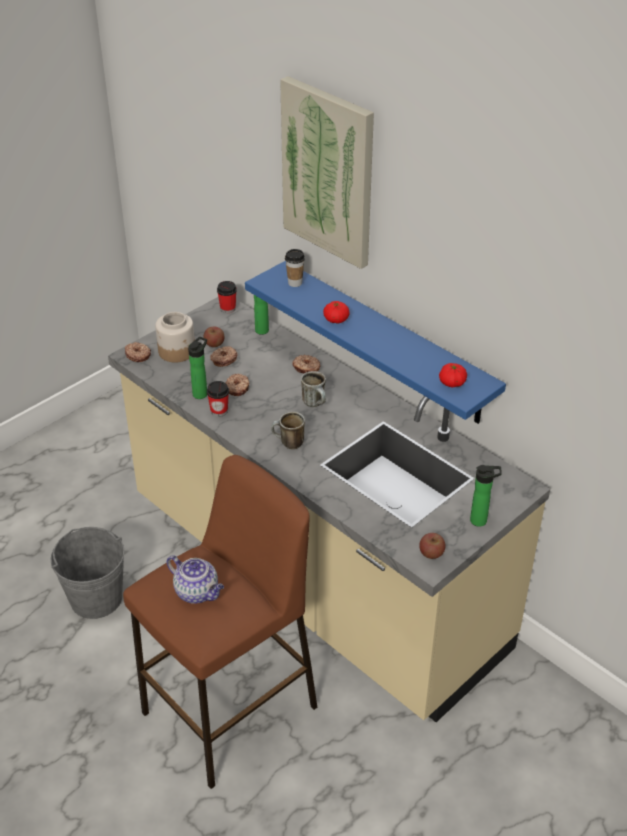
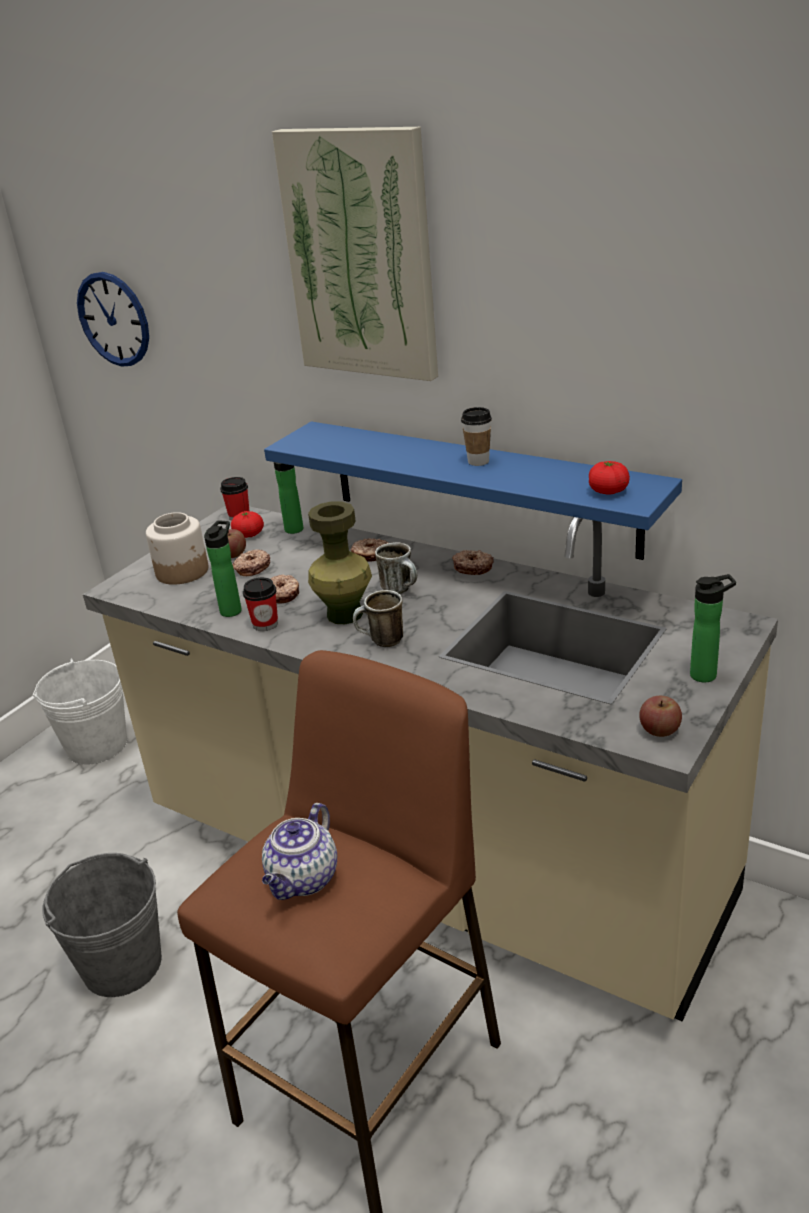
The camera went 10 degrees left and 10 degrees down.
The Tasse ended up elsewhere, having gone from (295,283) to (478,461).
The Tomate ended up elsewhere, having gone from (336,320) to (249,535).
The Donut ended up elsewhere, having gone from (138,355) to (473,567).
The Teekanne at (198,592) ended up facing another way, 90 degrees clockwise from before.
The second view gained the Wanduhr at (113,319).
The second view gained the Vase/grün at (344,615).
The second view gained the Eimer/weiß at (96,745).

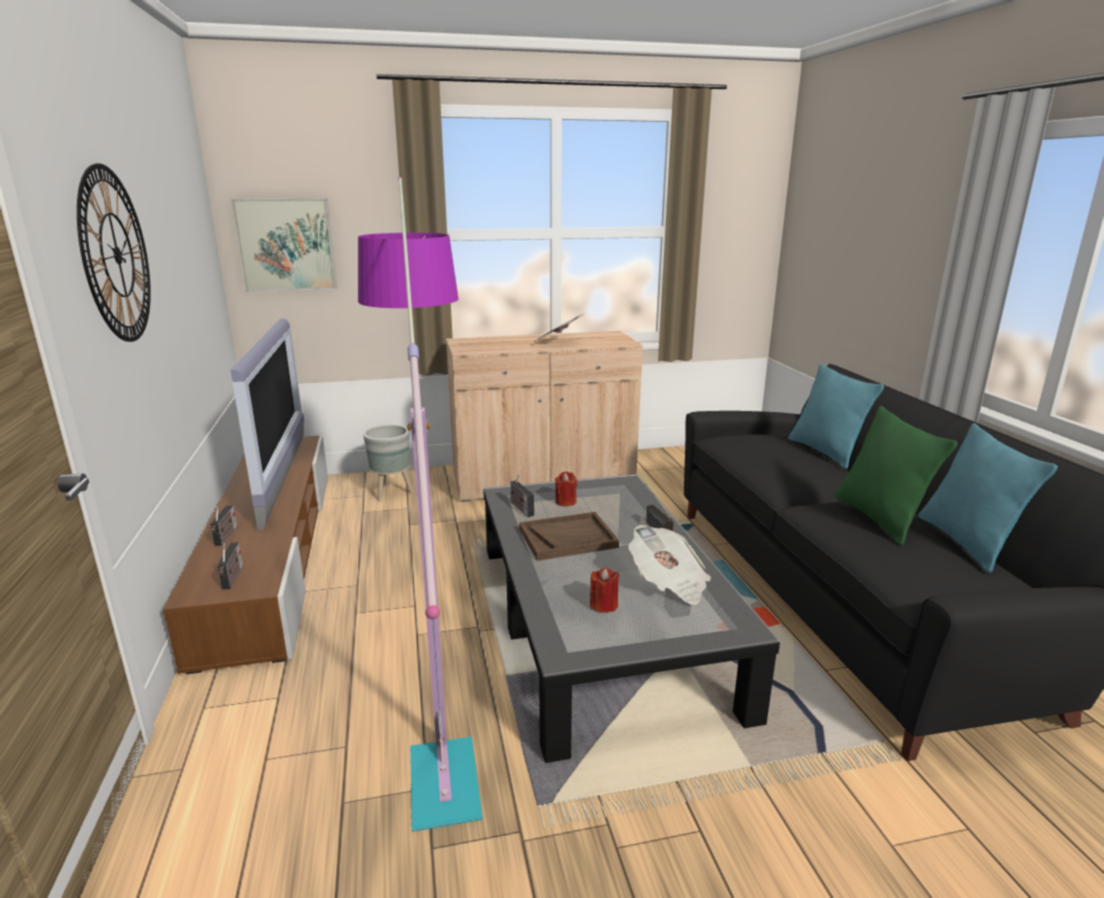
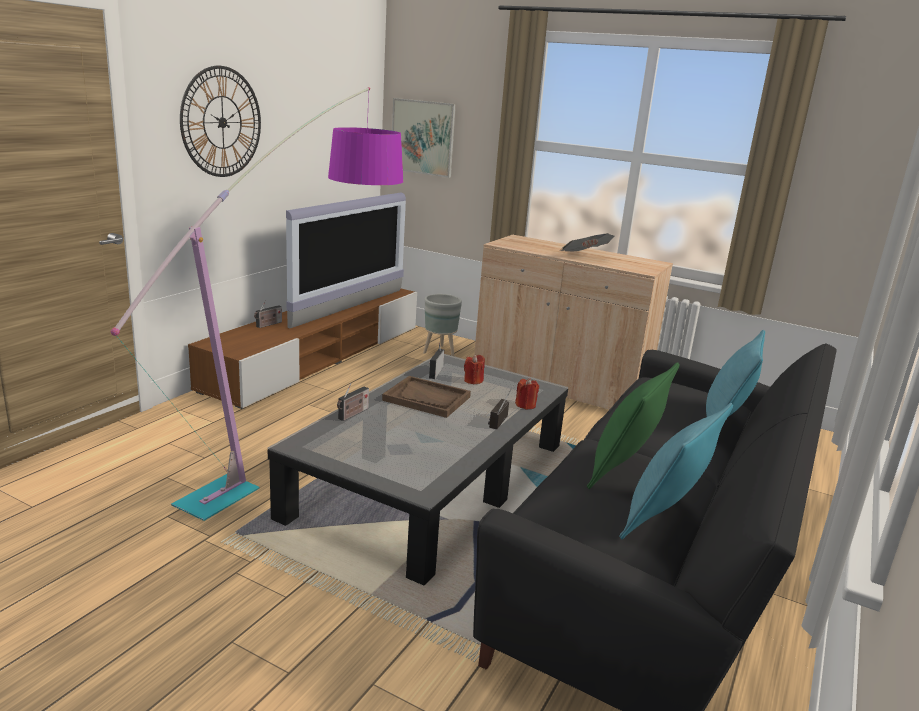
The camera went 40 degrees right and 0 degrees up.
The second view lost the Zeitung at (669,583).
The Radio ended up elsewhere, having gone from (233,578) to (352,414).
The Kerze/rot ended up elsewhere, having gone from (603,605) to (525,405).

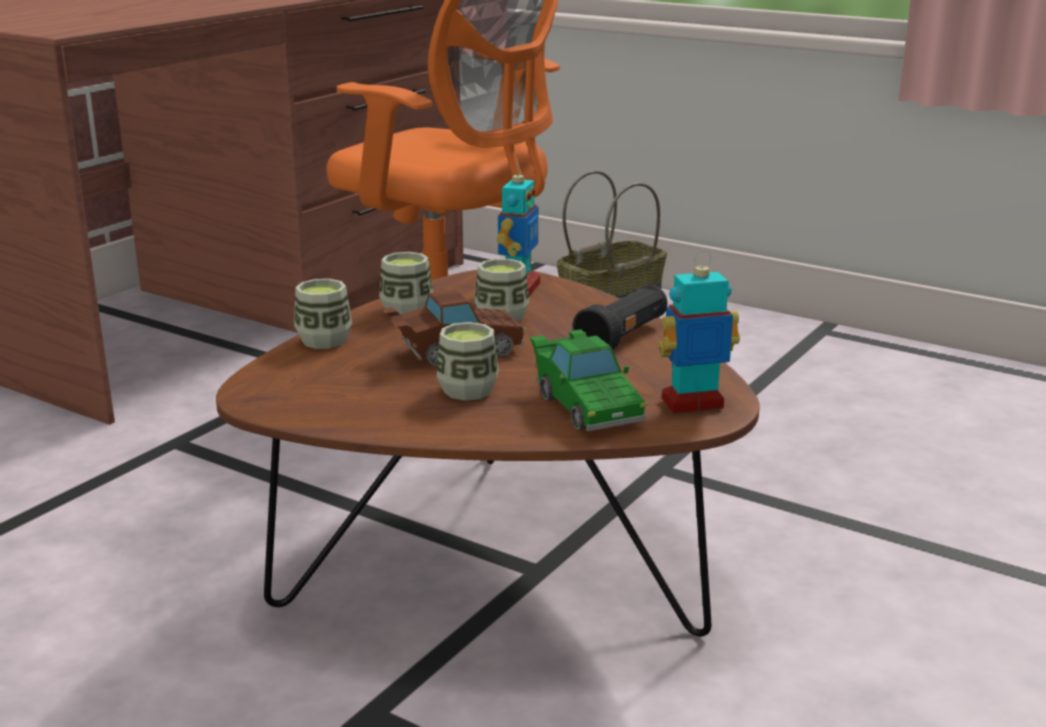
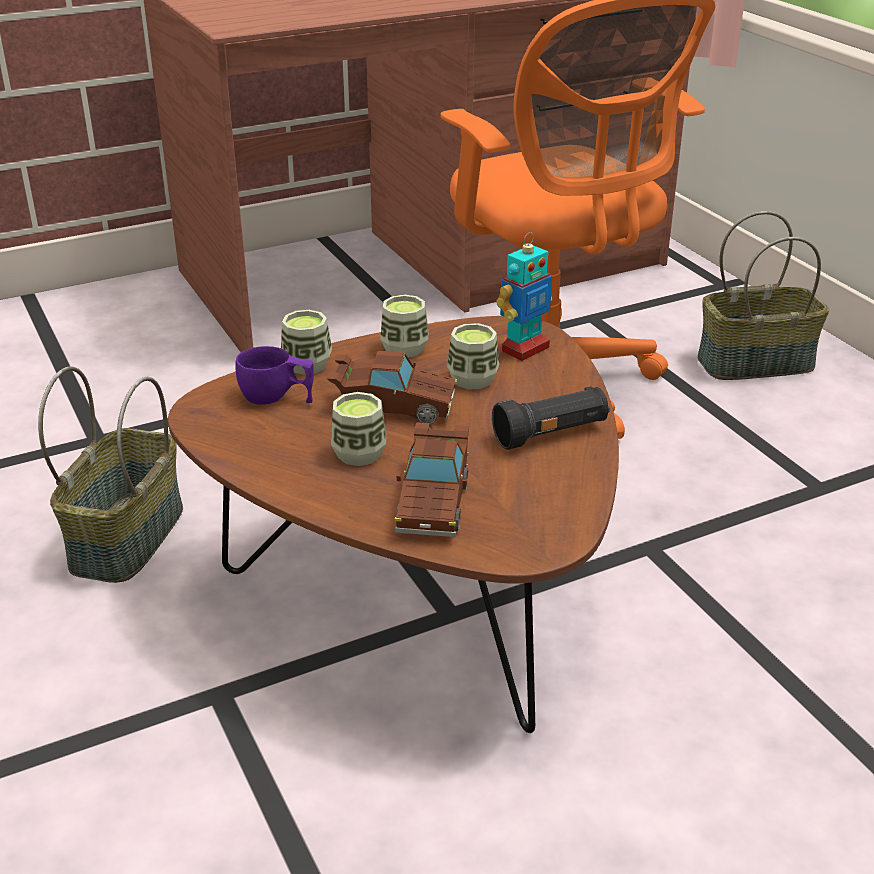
The camera went 30 degrees right and 10 degrees up.
The second view lost the Spielzeugroboter at (693,404).
What was the Spielzeugauto/grün at (584,405) turned into the Spielzeugauto/braun at (434,500).
The second view gained the Tasse/lila at (277,398).
The second view gained the Korb at (126,536).

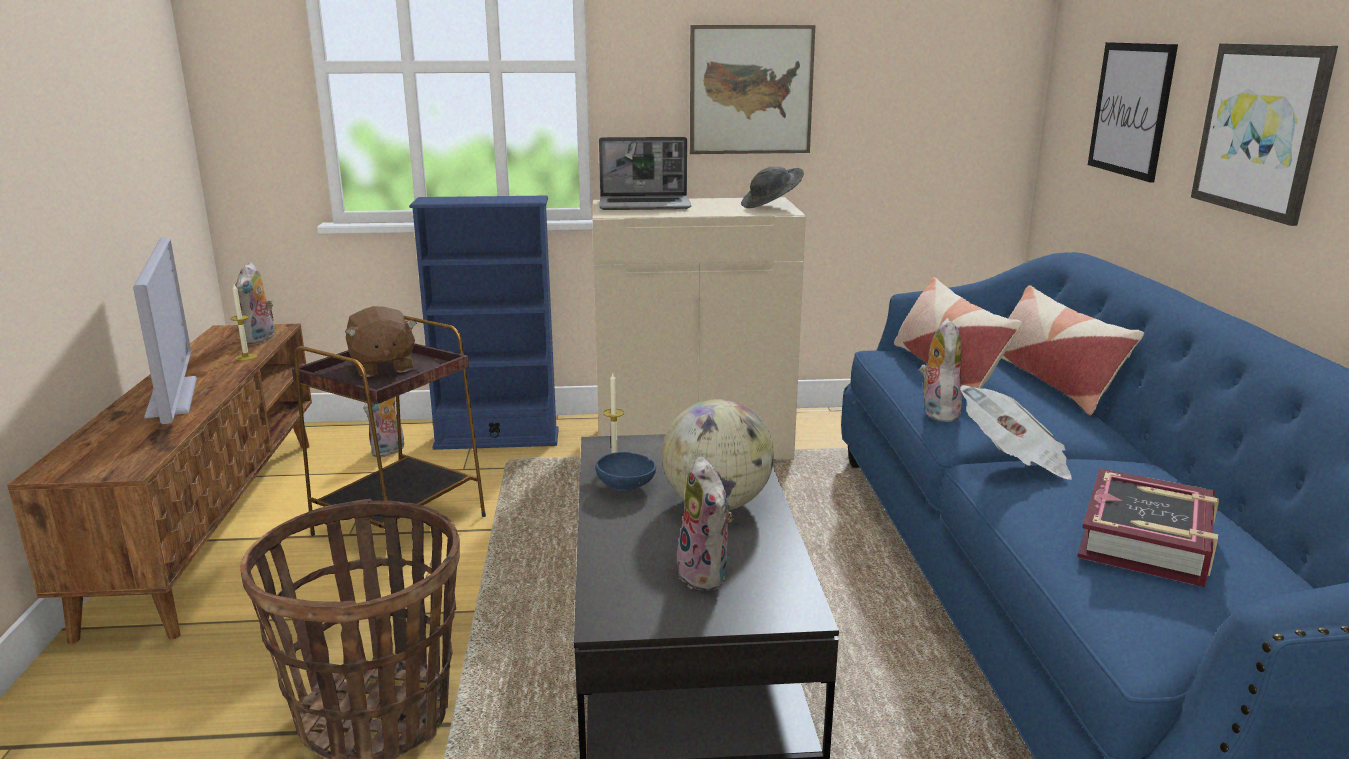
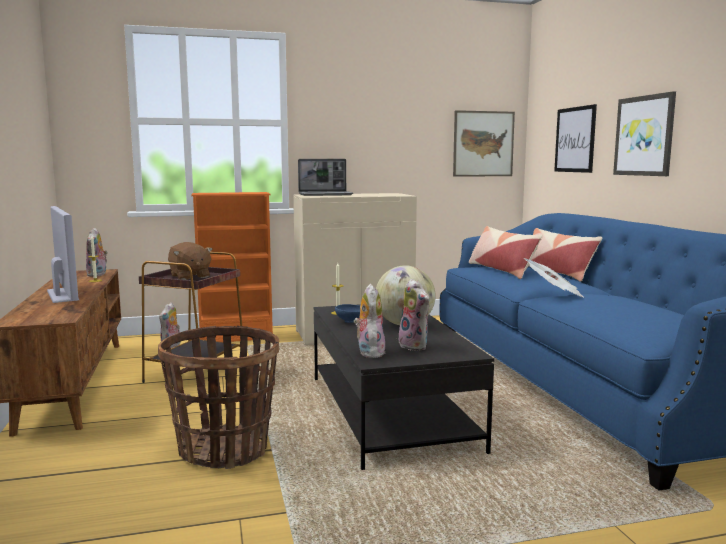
The camera went 10 degrees left and 10 degrees down.
The Bild ended up elsewhere, having gone from (751,90) to (483,144).
The second view lost the Hut/grau at (771,205).
What was the Bücherregal/blau at (497,439) turned into the Bücherregal/orange at (236,337).
The Plüschtier ended up elsewhere, having gone from (937,412) to (369,352).
The second view lost the Buch at (1146,540).

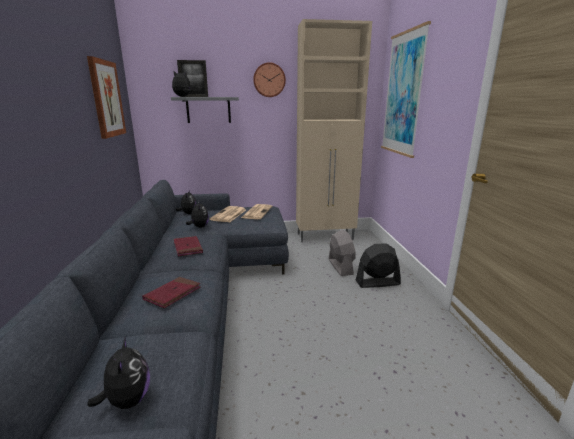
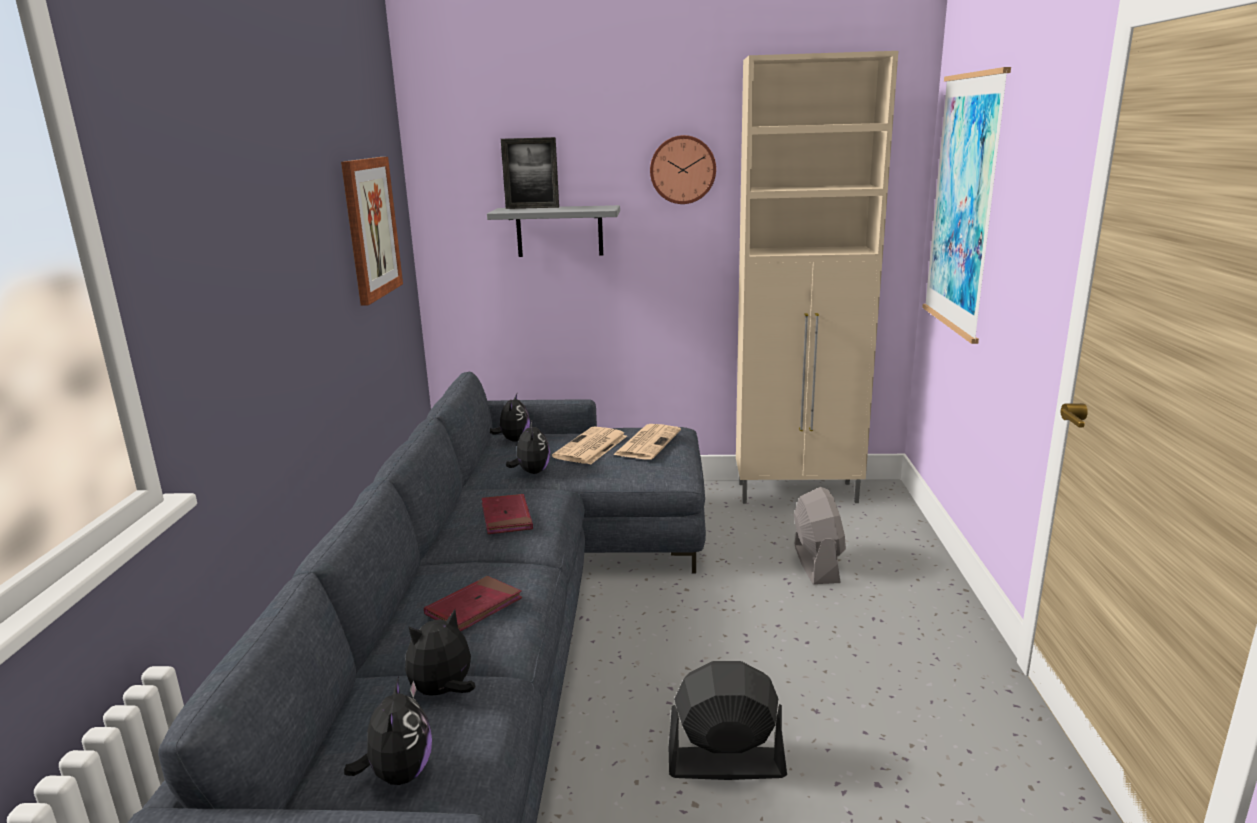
The camera went 10 degrees right and 0 degrees up.
The Plüschtier ended up elsewhere, having gone from (183,96) to (443,692).
The Ventilator/schwarz ended up elsewhere, having gone from (377,282) to (725,763).

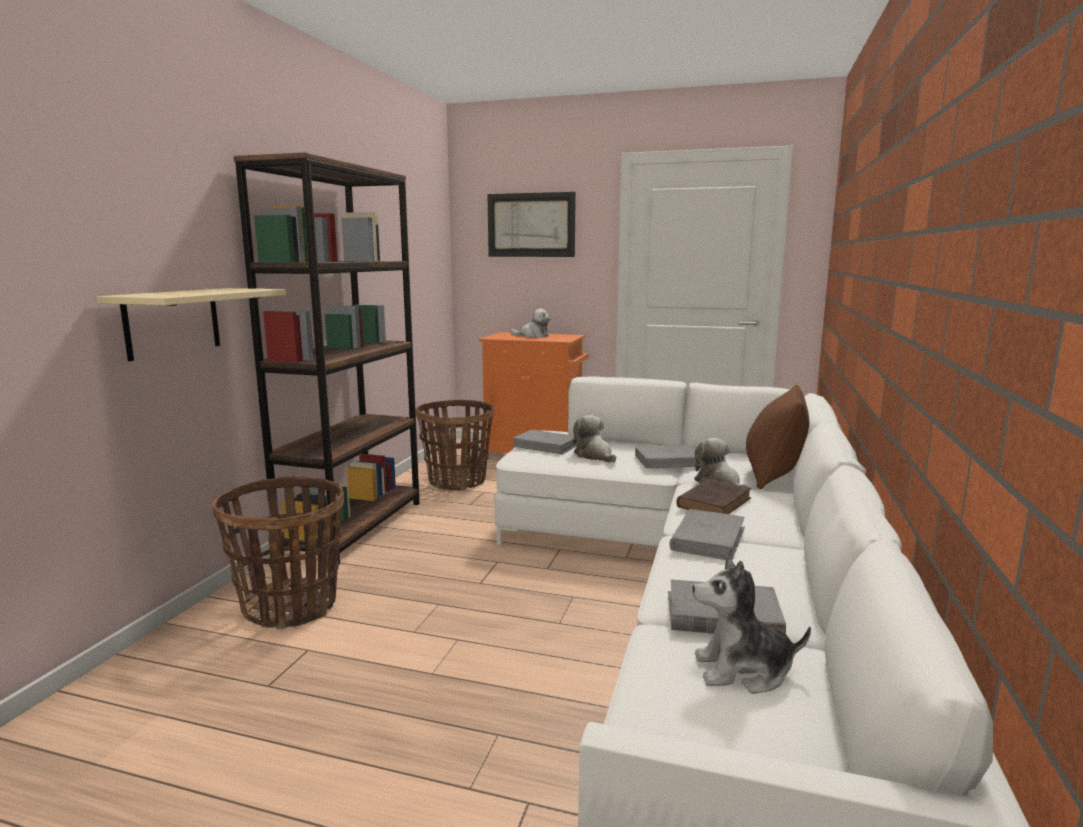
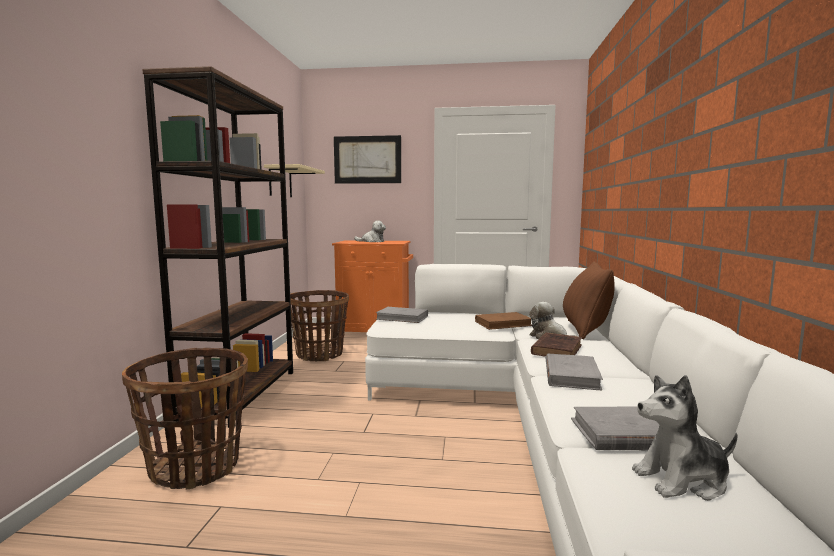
The camera went 10 degrees left and 5 degrees down.
The Wandregal/beige ended up elsewhere, having gone from (173,322) to (280,182).
The second view lost the Plüschtier at (594,455).
What was the Buch/grau at (670,461) turned into the Buch/braun at (503,324).

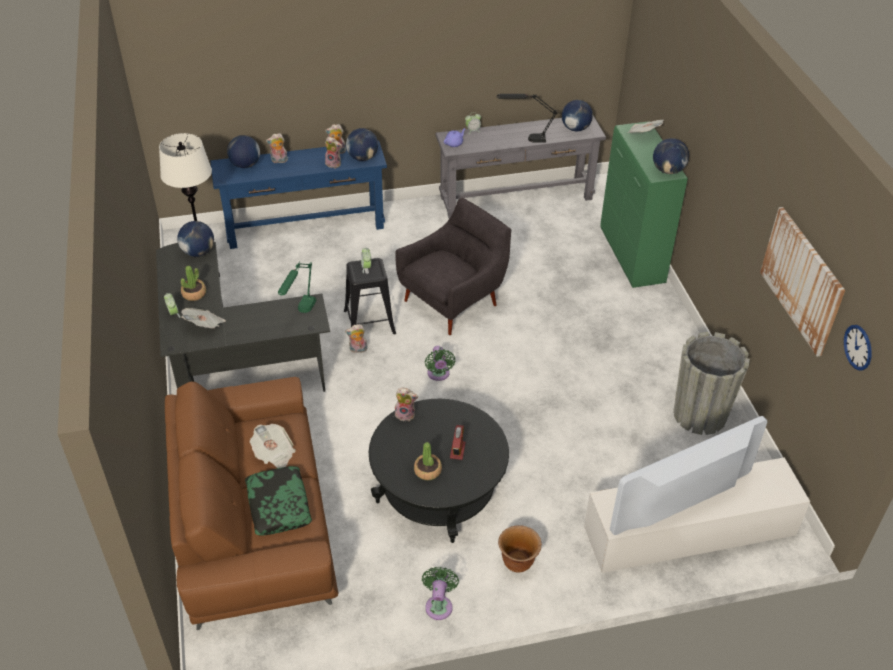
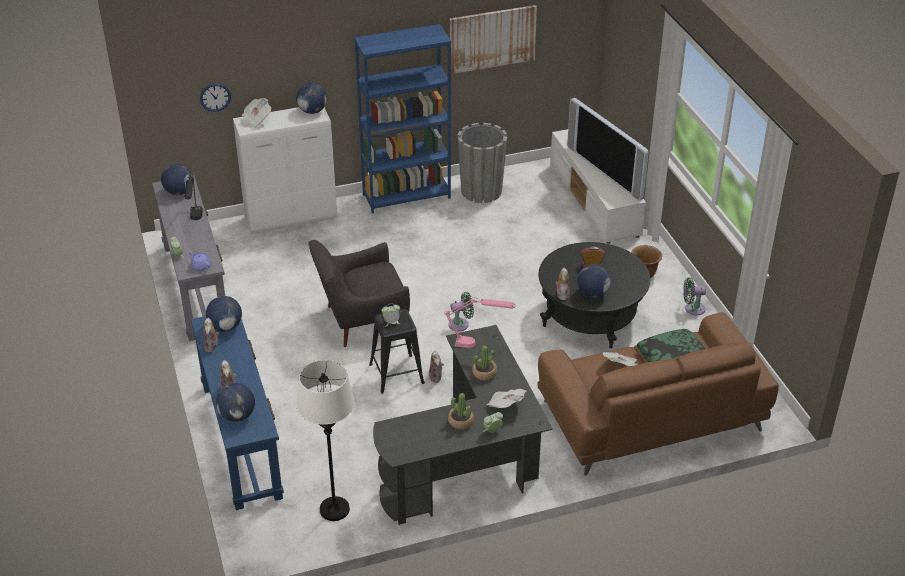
The camera went 95 degrees left and 5 degrees down.
What was the Schrank/grün at (632,257) turned into the Schrank/weiß at (292,218).
The second view lost the Plüschtier at (334,164).
The Sessel/grau at (454,301) ended up facing another way, 60 degrees counterclockwise from before.
The Globus ended up elsewhere, having gone from (198,252) to (592,293).
What was the Tischlampe/grün at (301,315) turned into the Tischlampe/rosa at (478,344).
The Wanduhr ended up elsewhere, having gone from (858,347) to (215,97).
The Topfpflanze ended up elsewhere, having gone from (428,471) to (484,373).
The second view gained the Bücherregal/blau at (407,196).

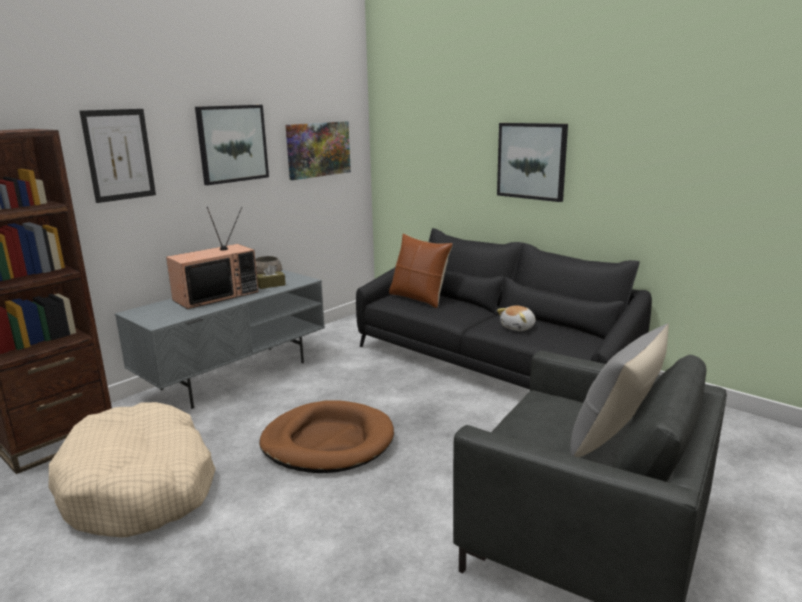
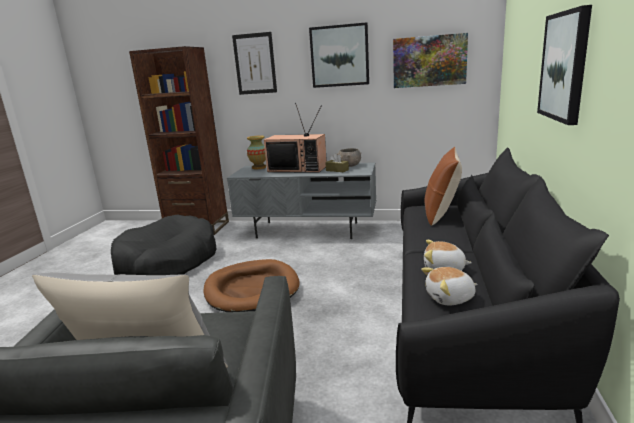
The camera went 60 degrees right and 0 degrees up.
What was the Hundebett/beige at (140,487) turned into the Hundebett/schwarz at (167,262).
The second view gained the Vase at (259,167).
The second view gained the Plüschtier at (450,298).

